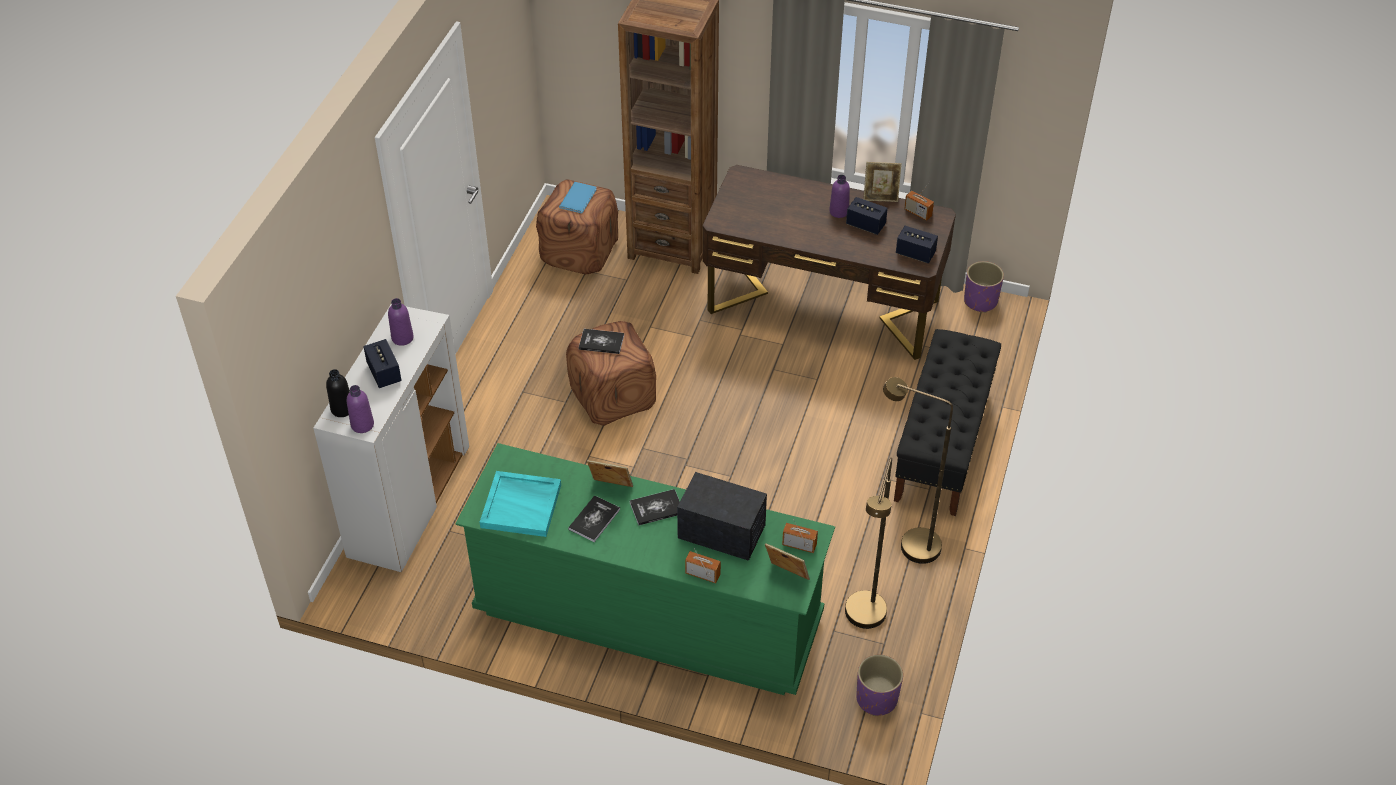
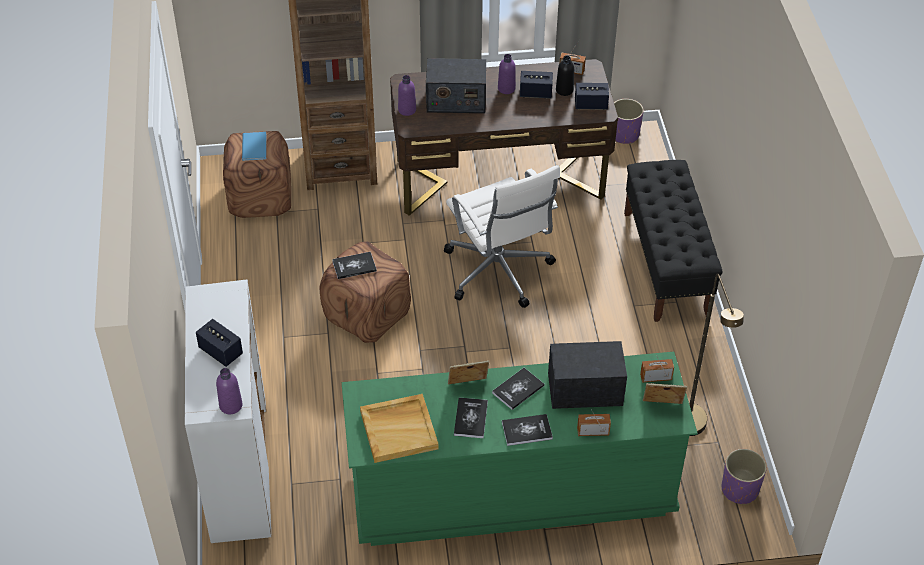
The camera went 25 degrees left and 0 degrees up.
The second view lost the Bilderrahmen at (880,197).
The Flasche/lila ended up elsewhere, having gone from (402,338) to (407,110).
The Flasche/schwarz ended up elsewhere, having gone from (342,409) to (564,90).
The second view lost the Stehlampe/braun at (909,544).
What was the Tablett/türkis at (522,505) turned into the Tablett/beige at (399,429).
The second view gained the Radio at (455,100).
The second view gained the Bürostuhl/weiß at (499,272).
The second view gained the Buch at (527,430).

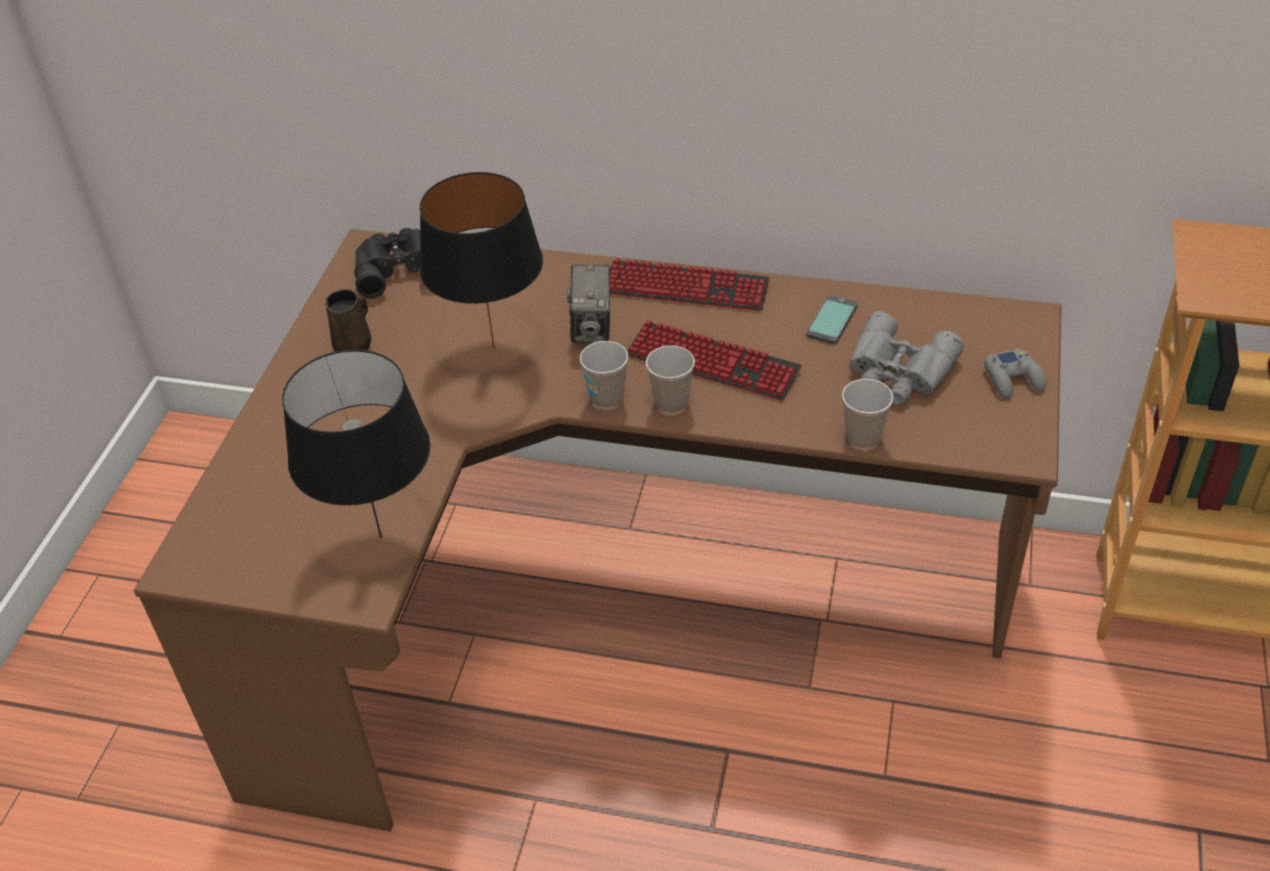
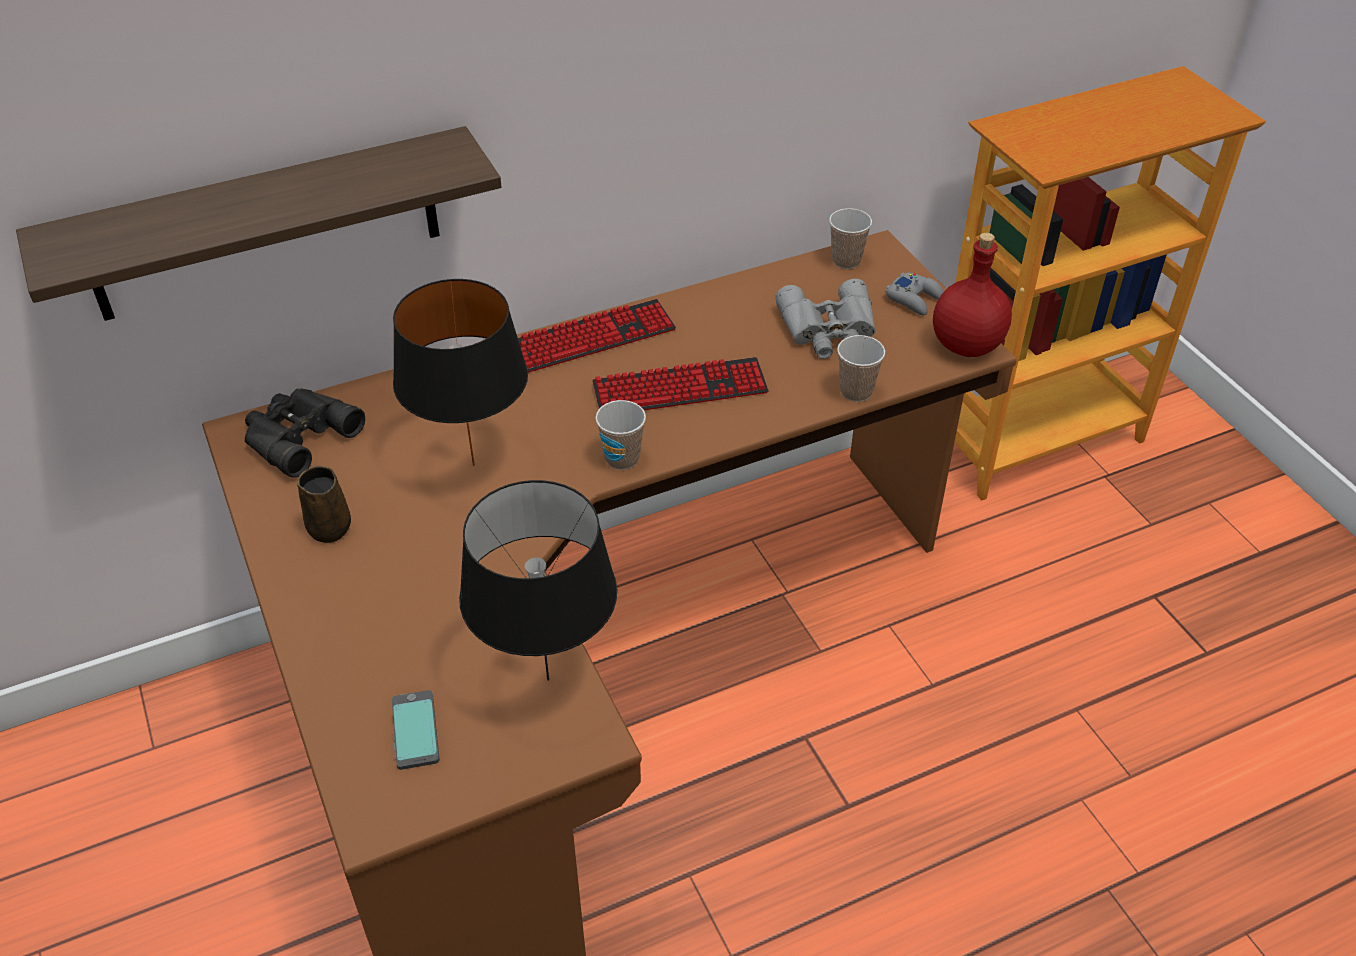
The camera went 40 degrees left and 0 degrees up.
The second view lost the Kamera at (592,328).
The Handy ended up elsewhere, having gone from (831,321) to (415,730).
The Tasse ended up elsewhere, having gone from (671,402) to (846,261).
The second view gained the Wandregal at (265,226).
The second view gained the Flasche/rot at (965,344).

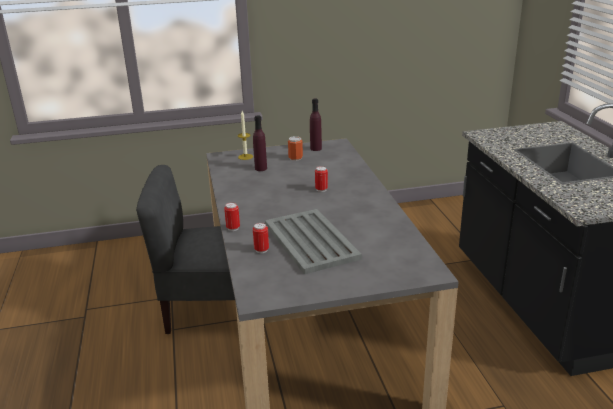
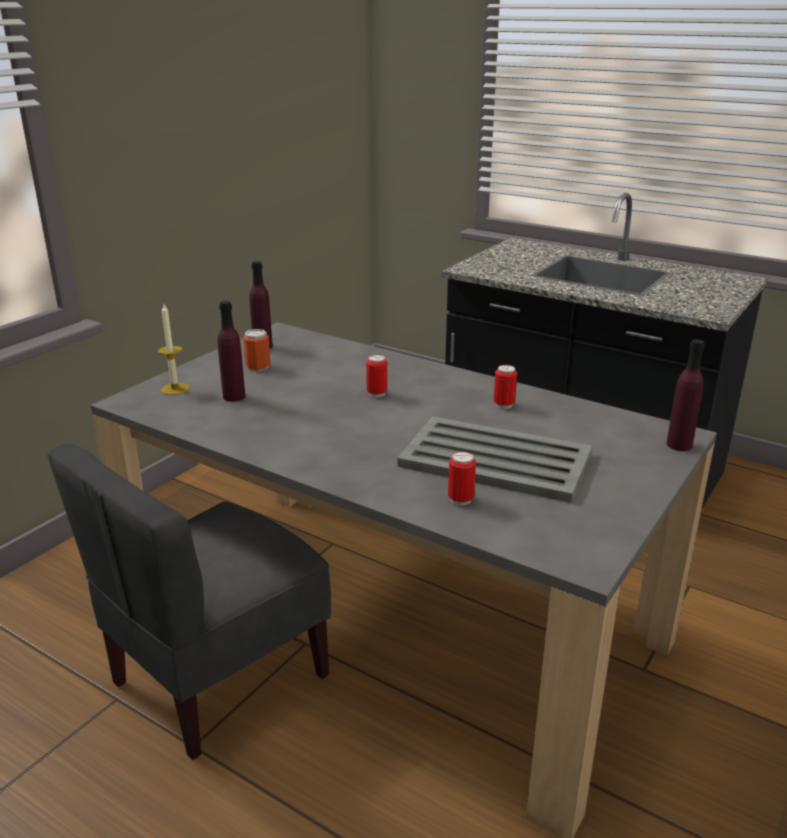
The camera went 45 degrees left and 0 degrees up.
The Dose ended up elsewhere, having gone from (233,228) to (504,405).
The second view gained the Flasche/lila at (679,445).

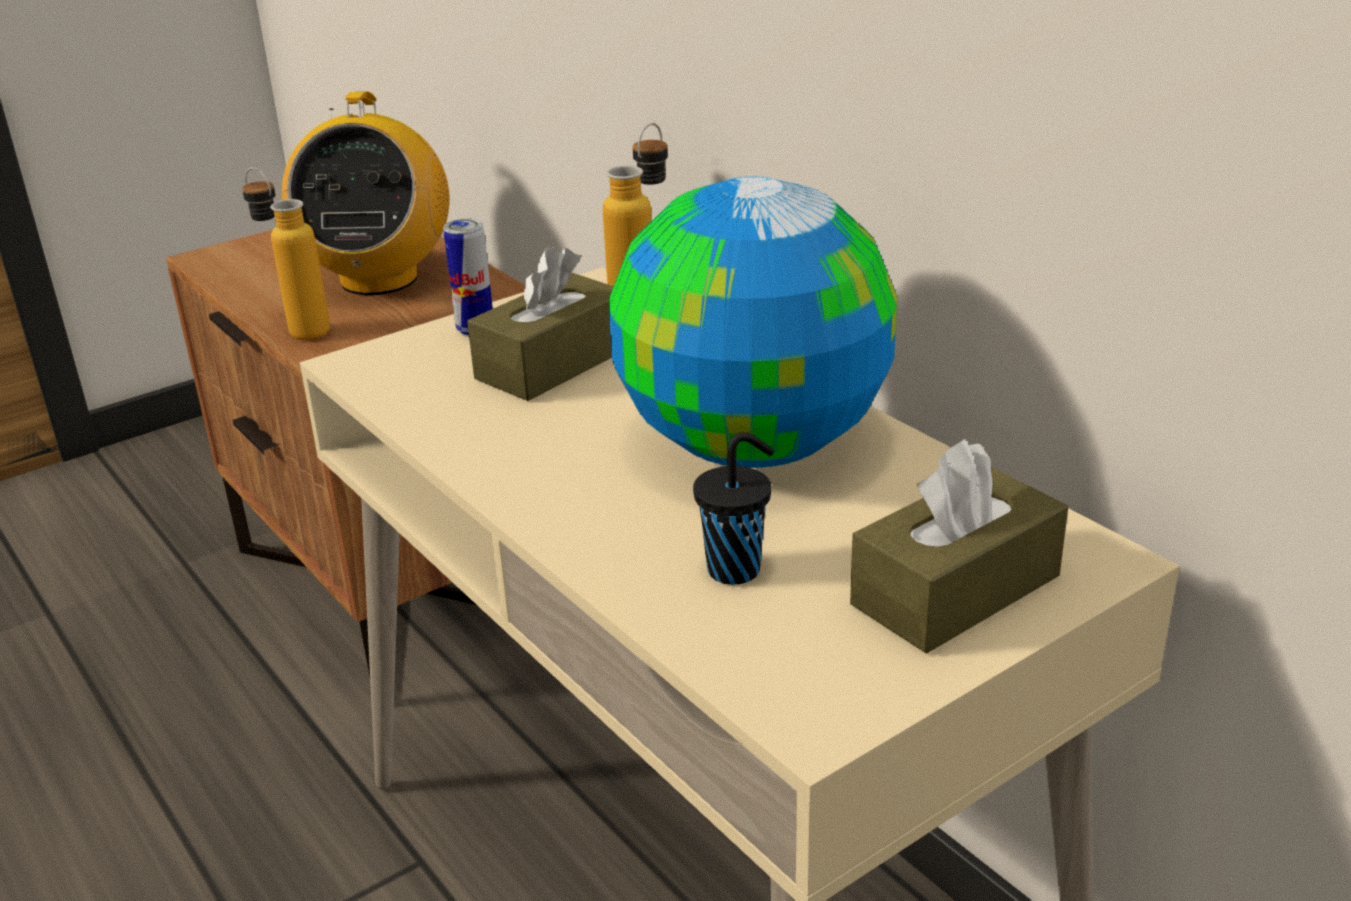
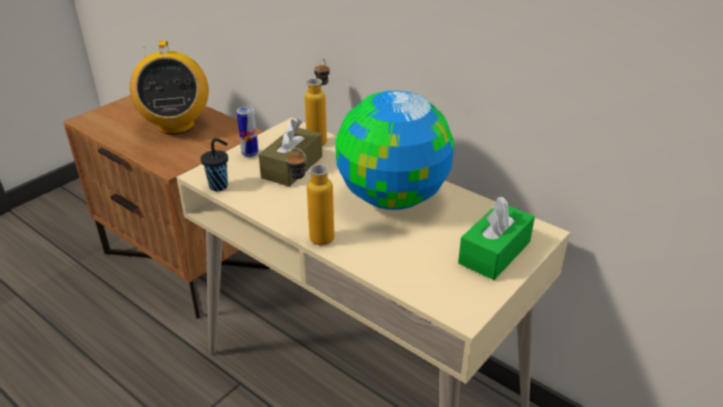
The camera went 15 degrees left and 5 degrees up.
The Flasche ended up elsewhere, having gone from (298,329) to (312,236).
The Tasse/schwarz ended up elsewhere, having gone from (737,569) to (219,186).
What was the Taschentuchbox/braun at (955,590) turned into the Taschentuchbox/grün at (494,252).

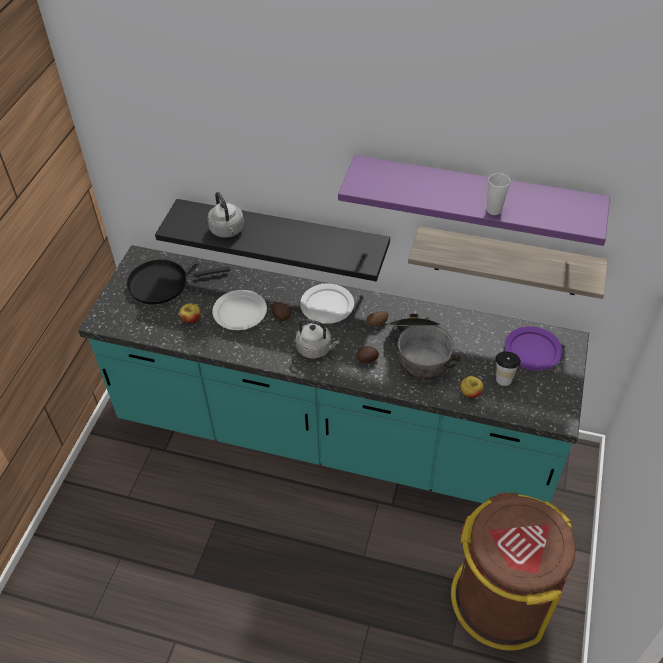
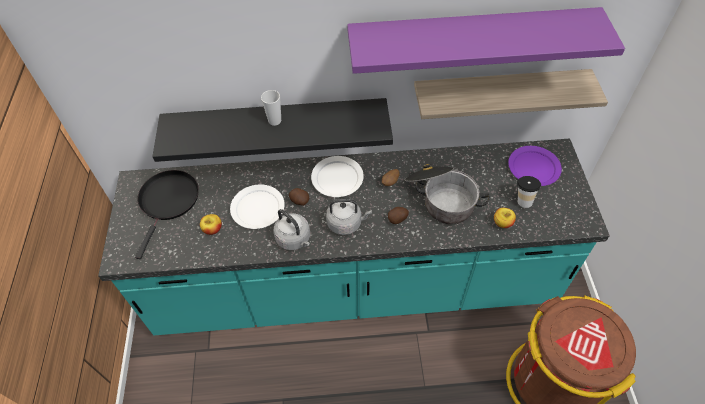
The camera went 20 degrees left and 5 degrees up.
The Tasse ended up elsewhere, having gone from (494,210) to (275,121).
The Wasserkessel/grau ended up elsewhere, having gone from (227,231) to (294,239).
The Pfanne/schwarz at (162,284) ended up facing another way, 135 degrees clockwise from before.

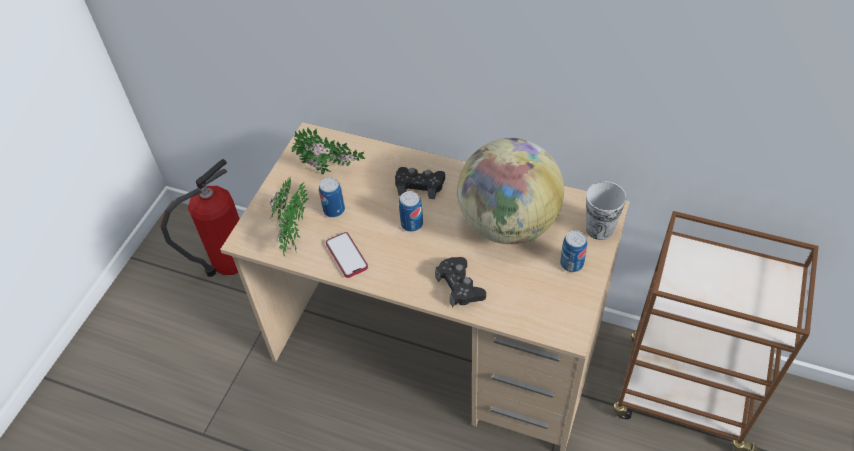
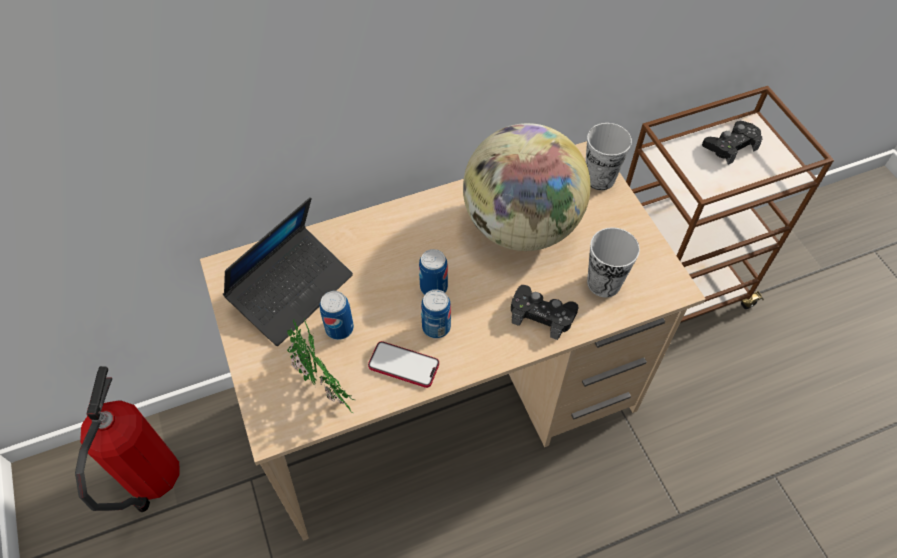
The camera went 45 degrees left and 5 degrees up.
Where the Topfpflanze stood at (331,172), the Laptop came to stand at (292,291).
The Gamepad/schwarz ended up elsewhere, having gone from (420,185) to (730,146).
The Dose ended up elsewhere, having gone from (571,264) to (436,327).
The second view gained the Tasse at (603,283).

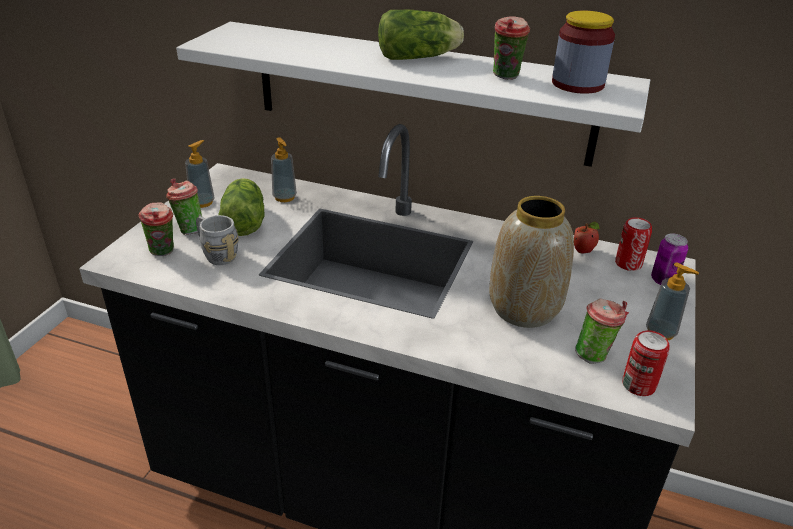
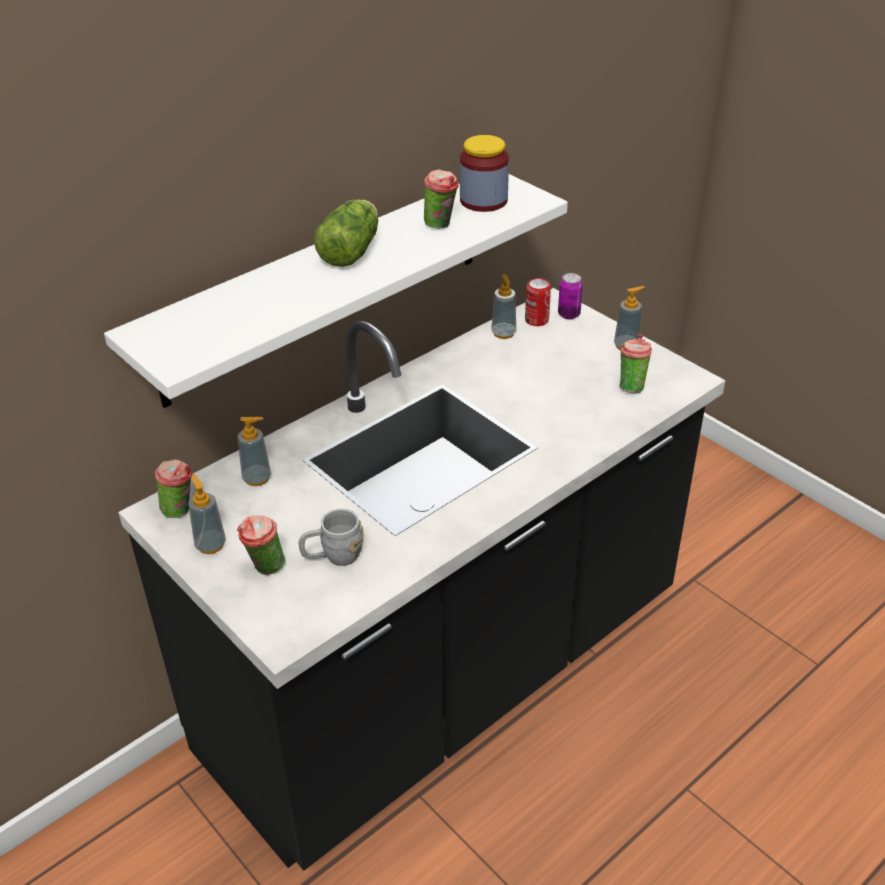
The camera went 60 degrees left and 5 degrees up.
The second view lost the Salatkopf at (244,220).
The second view lost the Vase at (524,308).
The Tasse ended up elsewhere, having gone from (163,253) to (181,510).
Where the Apfel stood at (583,251), the Seifenspender came to stand at (503,333).
The second view lost the Dose at (638,385).

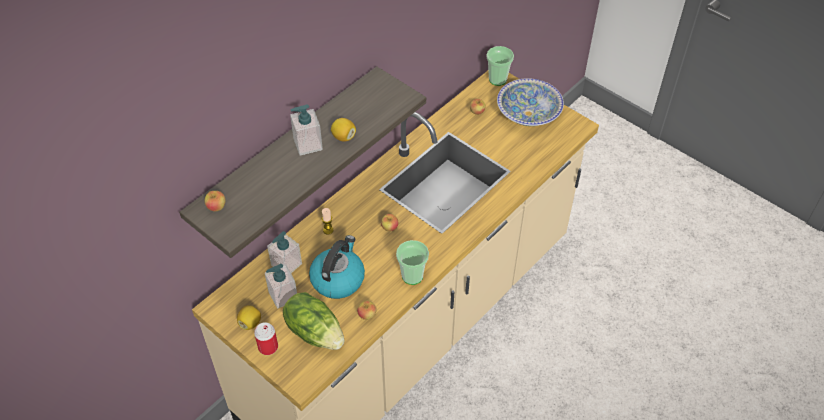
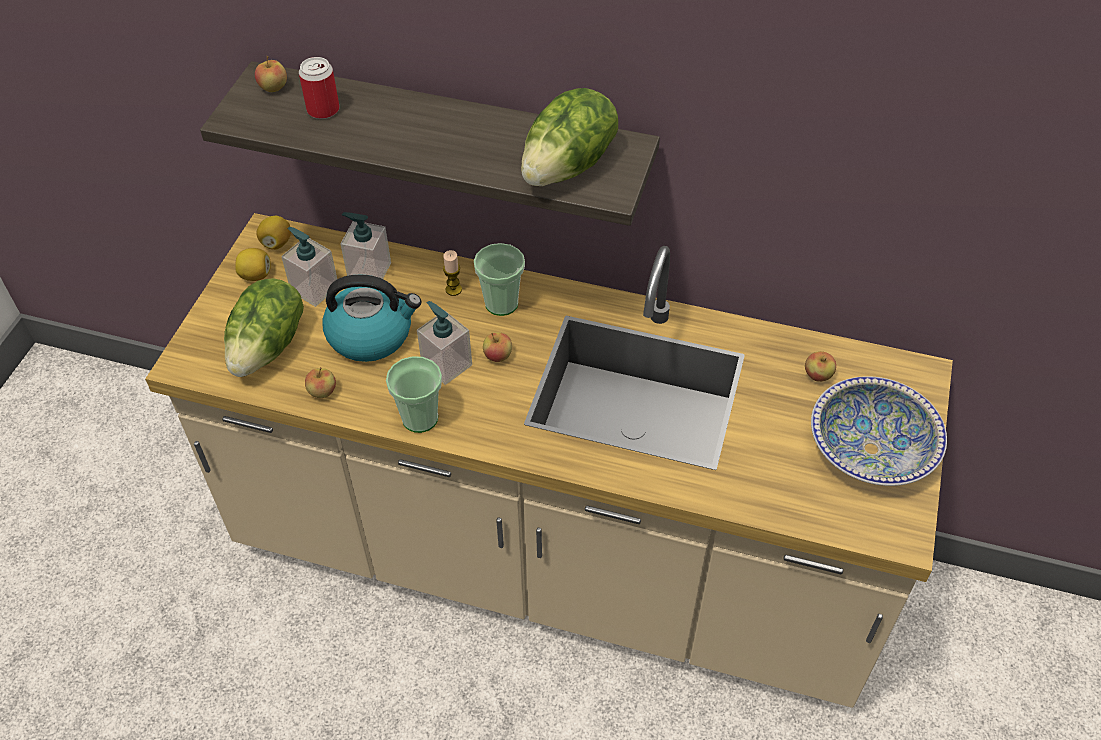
The camera went 65 degrees right and 0 degrees up.
The Tasse ended up elsewhere, having gone from (497,79) to (501,303).
The Seifenspender ended up elsewhere, having gone from (307,144) to (446,365).
The Zitrone ended up elsewhere, having gone from (343,137) to (276,243).
The Dose ended up elsewhere, having gone from (268,347) to (323,110).
The second view gained the Salatkopf at (569,166).

